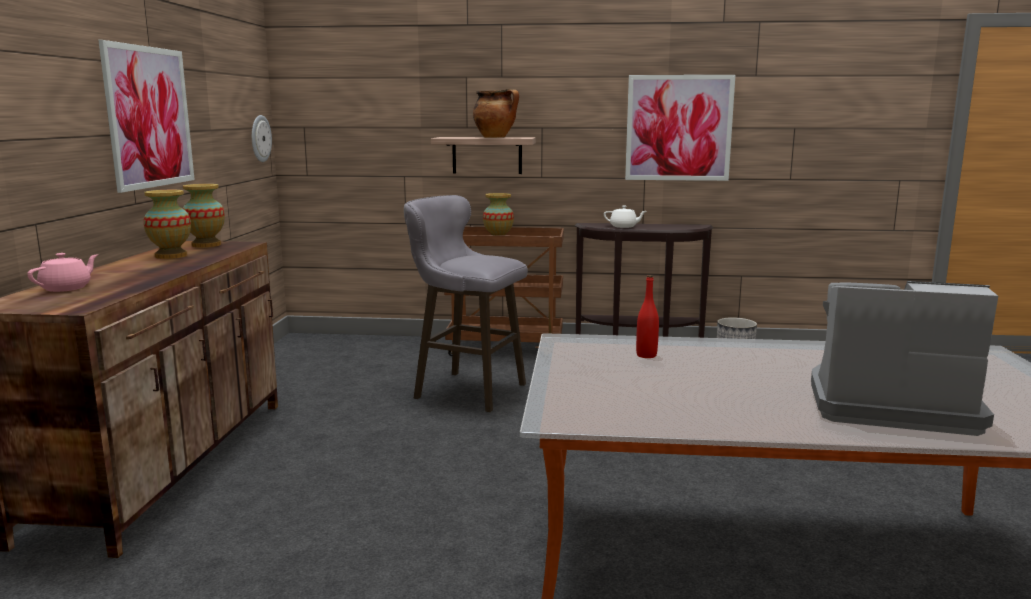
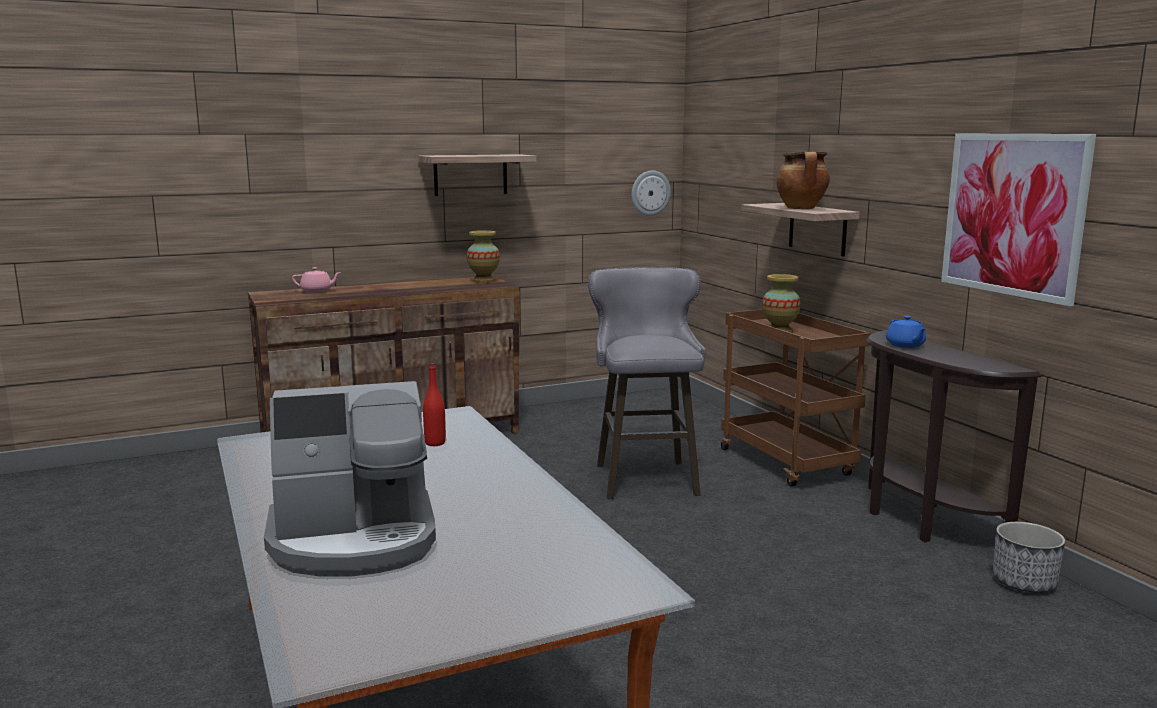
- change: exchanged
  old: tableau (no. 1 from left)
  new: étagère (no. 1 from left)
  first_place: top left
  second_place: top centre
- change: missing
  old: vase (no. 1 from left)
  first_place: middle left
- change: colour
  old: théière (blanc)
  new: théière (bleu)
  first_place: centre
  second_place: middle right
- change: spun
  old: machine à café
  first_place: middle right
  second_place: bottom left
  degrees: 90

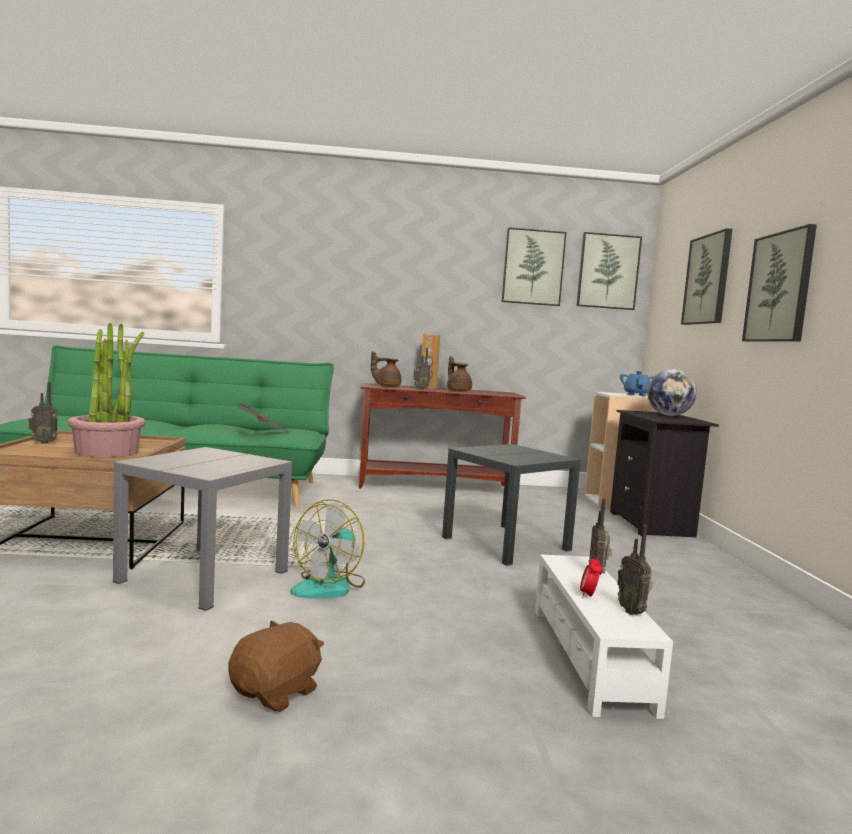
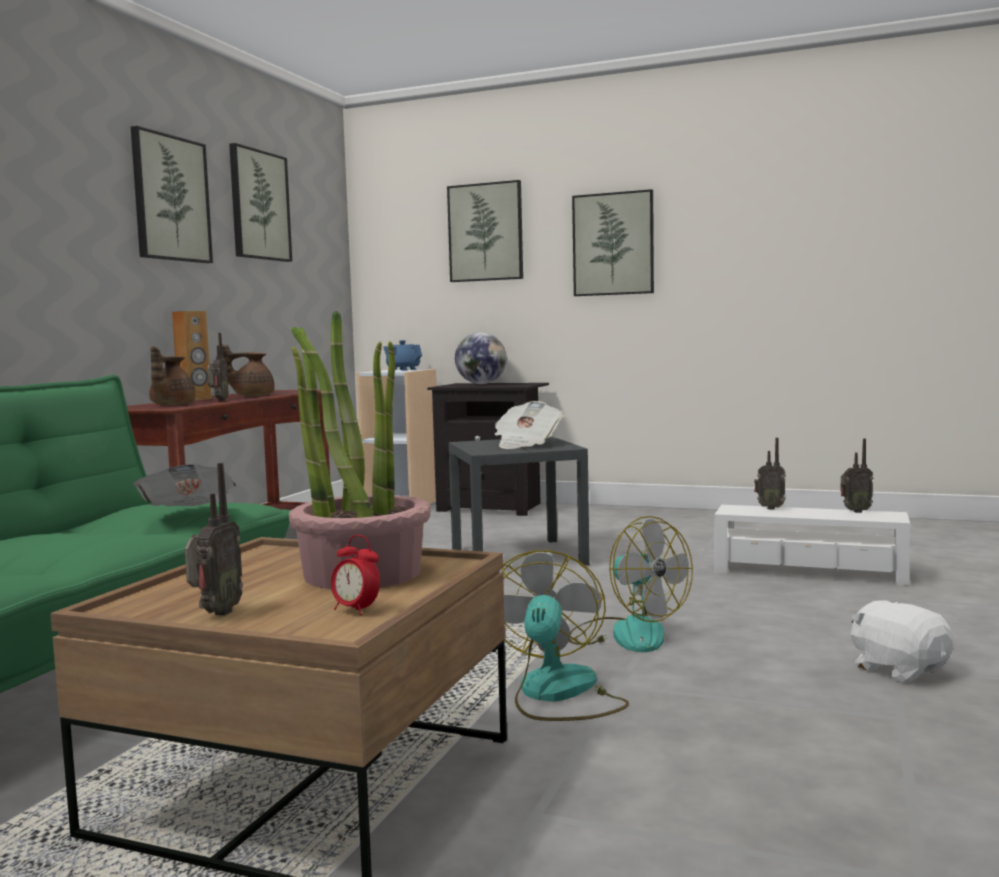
- change: relocated
  old: tableau (no. 2 from left in the first image)
  new: tableau (no. 1 from left)
  first_place: top right
  second_place: top left
- change: exchanged
  old: table d'appoint (gris) (no. 1 from left)
  new: ventilateur (no. 1 from left)
  first_place: middle left
  second_place: bottom centre
- change: relocated
  old: réveil
  first_place: bottom right
  second_place: centre
- change: colour
  old: peluche (marron)
  new: peluche (blanc)
  first_place: bottom left
  second_place: bottom right
- change: appeared
  new: journal (no. 2 from left)
  second_place: centre

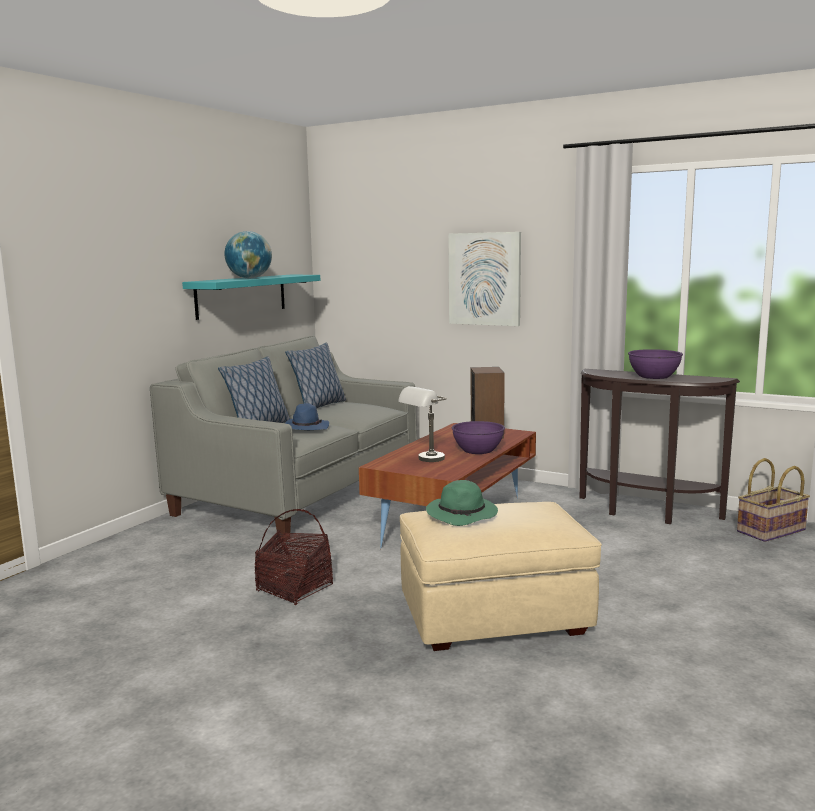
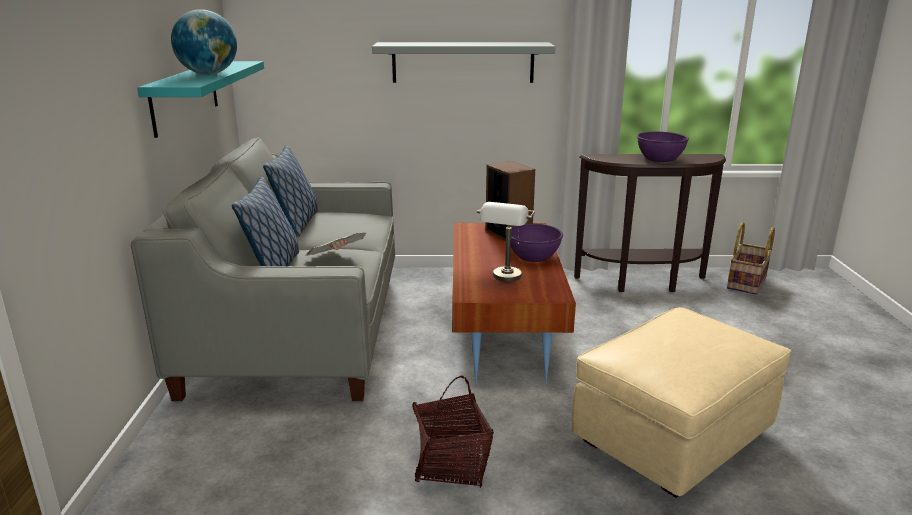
- change: exchanged
  old: tableau
  new: étagère (gris)
  first_place: centre
  second_place: top centre
- change: exchanged
  old: chapeau (bleu)
  new: journal
  first_place: centre
  second_place: centre
- change: missing
  old: chapeau (vert)
  first_place: centre

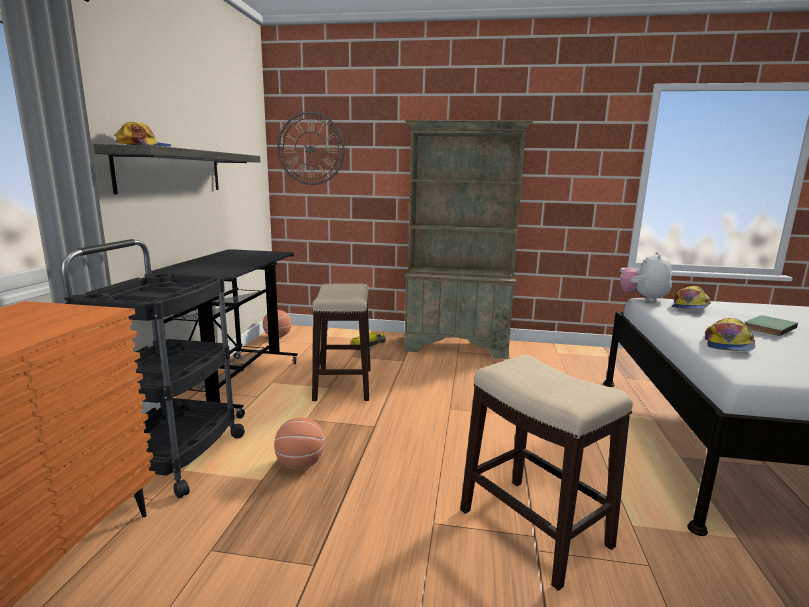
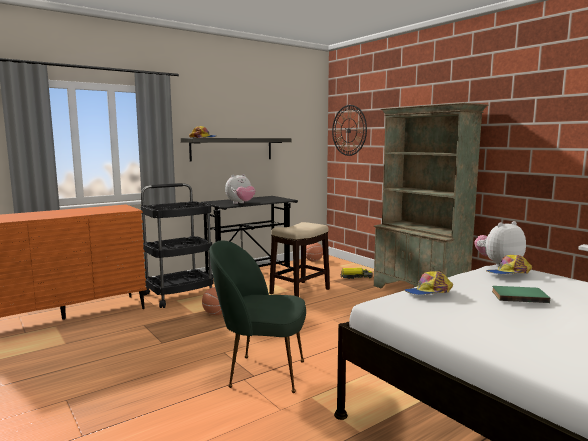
- change: exchanged
  old: tabouret (no. 2 from left)
  new: chaise (vert)
  first_place: bottom right
  second_place: bottom centre
- change: appeared
  new: peluche (no. 1 from left)
  second_place: centre

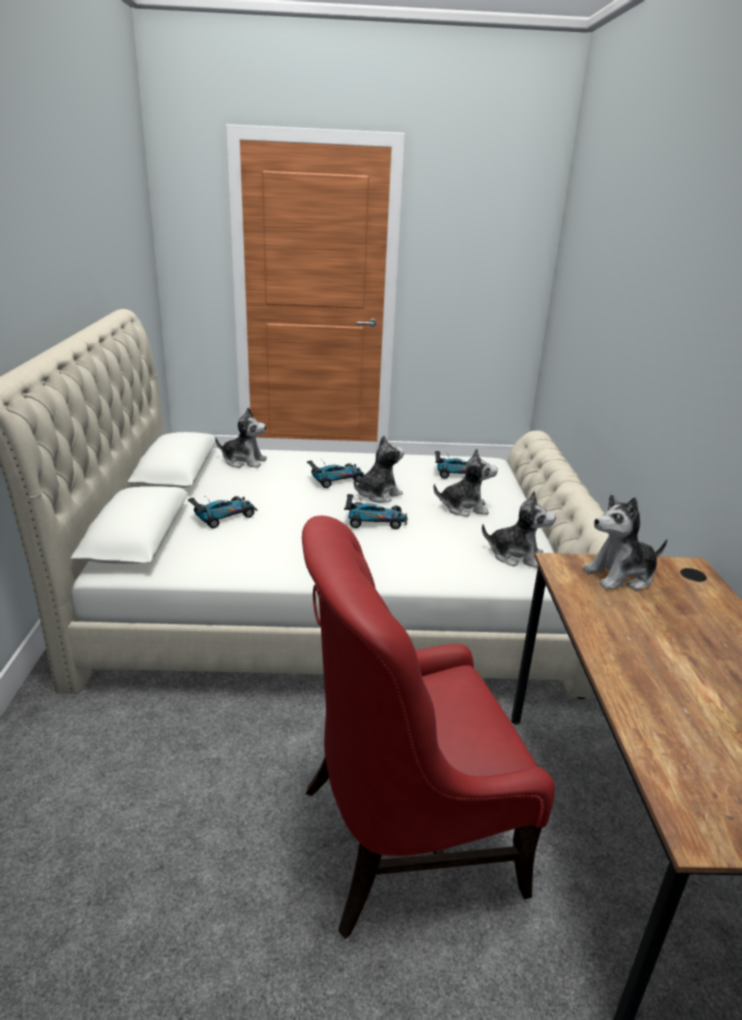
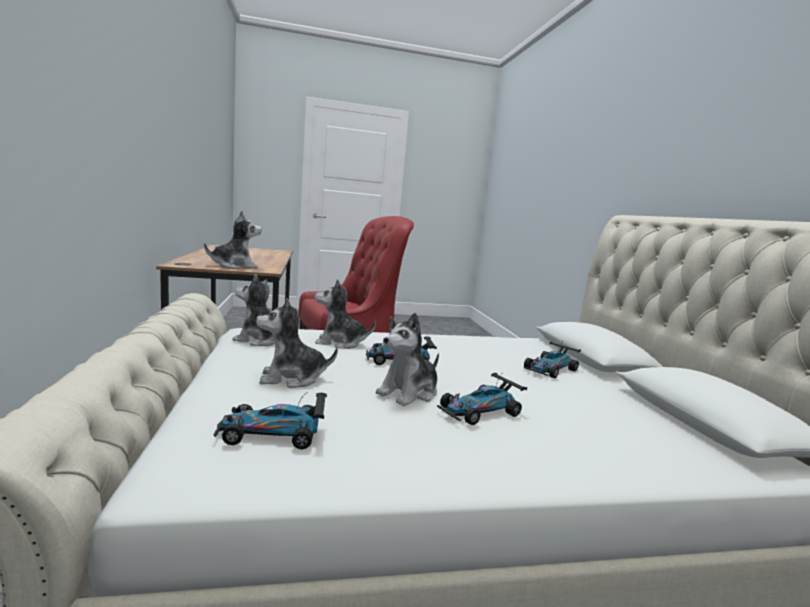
- change: relocated
  old: peluche (no. 1 from left in the first image)
  new: peluche (no. 4 from left)
  first_place: middle left
  second_place: centre

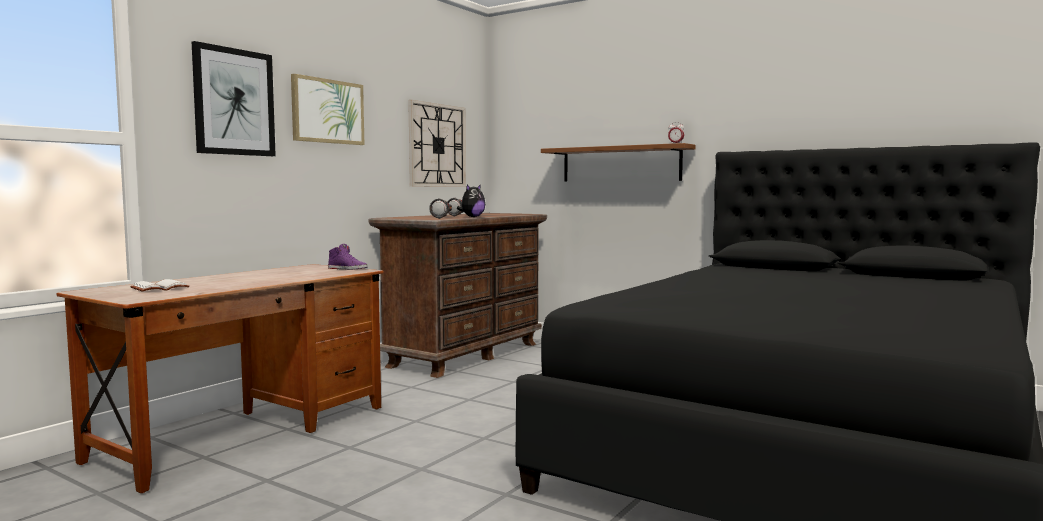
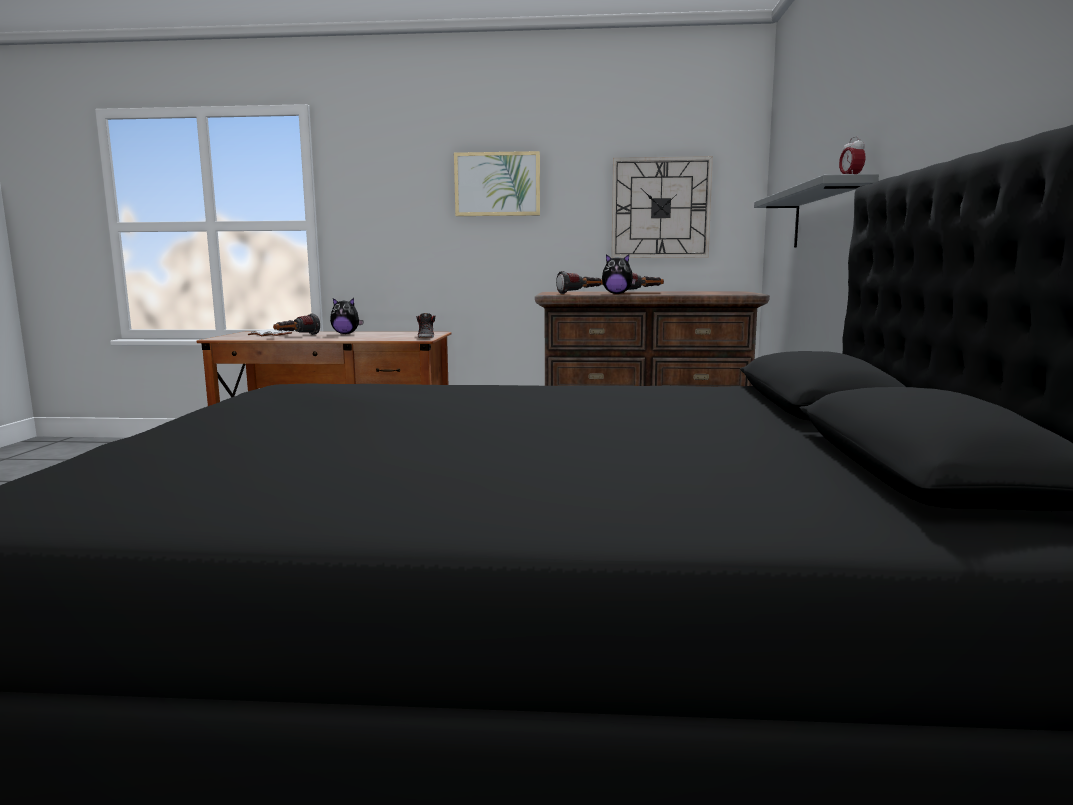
- change: missing
  old: tableau (no. 1 from left)
  first_place: top left
- change: colour
  old: étagère (marron)
  new: étagère (gris)
  first_place: top centre
  second_place: top right
- change: colour
  old: chaussure (violet)
  new: chaussure (noir)
  first_place: centre
  second_place: centre
- change: appeared
  new: peluche (no. 1 from left)
  second_place: middle left
- change: appeared
  new: lampe de poche (no. 1 from left)
  second_place: middle left

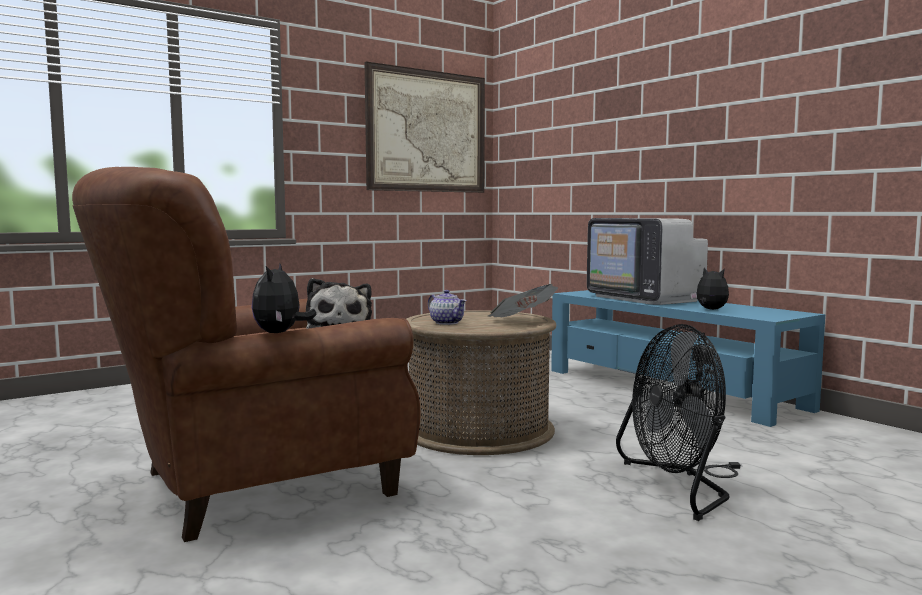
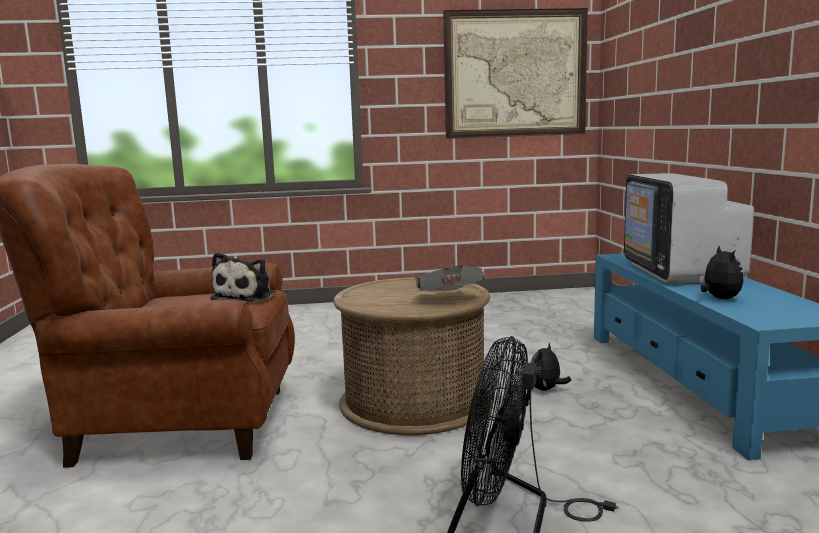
- change: relocated
  old: peluche (no. 1 from left in the first image)
  new: peluche (no. 2 from left)
  first_place: middle left
  second_place: bottom right
- change: missing
  old: théière
  first_place: centre

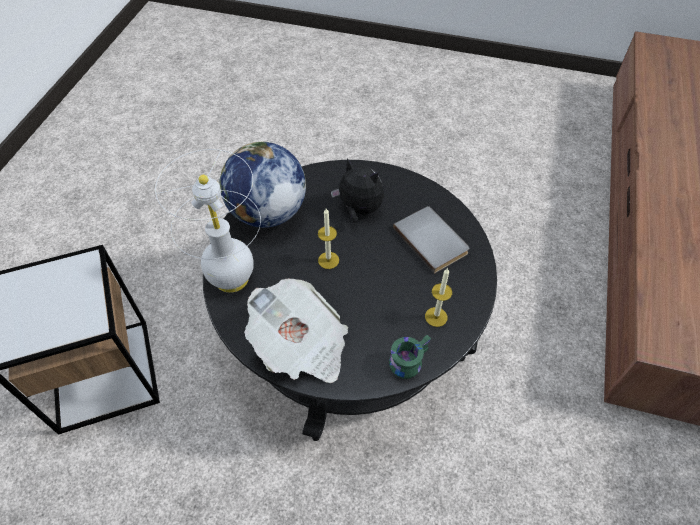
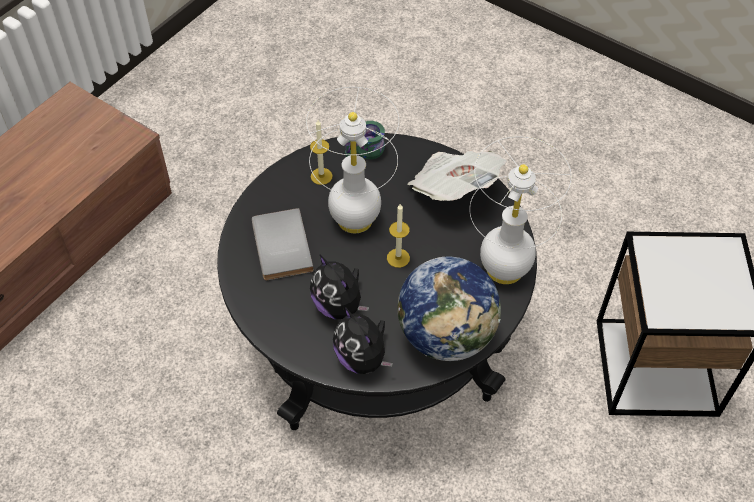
- change: appeared
  new: lampe de table (blanc) (no. 1 from left)
  second_place: top centre
- change: appeared
  new: peluche (no. 2 from left)
  second_place: bottom centre

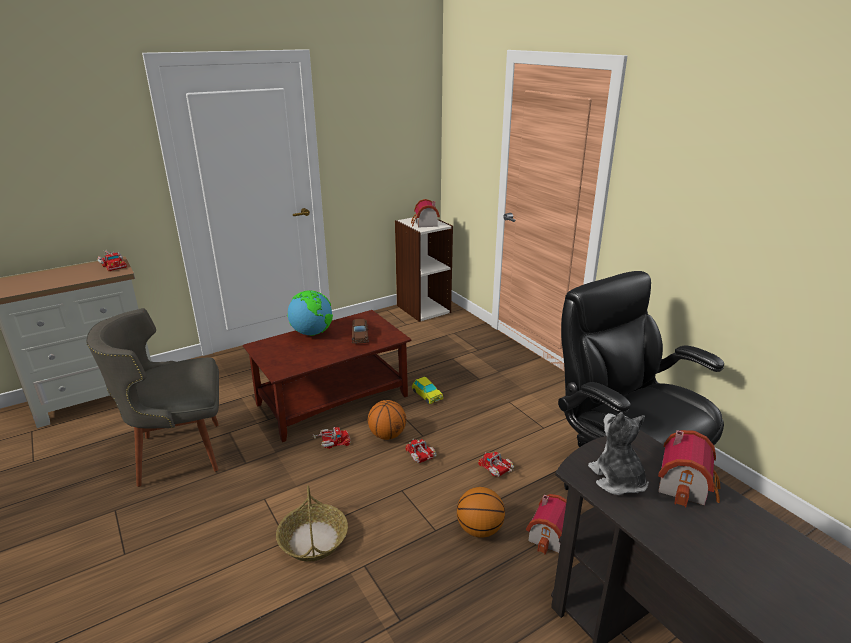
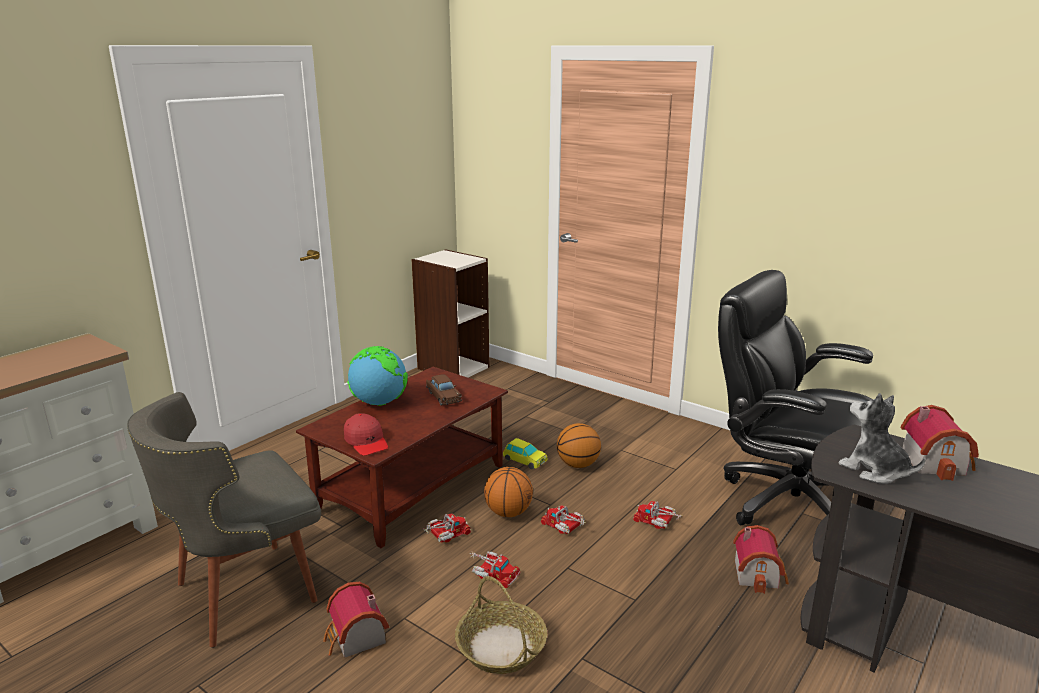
- change: relocated
  old: maison miniature (no. 1 from left)
  first_place: top centre
  second_place: bottom centre
- change: relocated
  old: camion jouet (no. 1 from left in the first image)
  new: camion jouet (no. 2 from left)
  first_place: middle left
  second_place: bottom centre
- change: relocated
  old: ballon de basket (no. 2 from left)
  first_place: bottom centre
  second_place: centre
- change: appeared
  new: casquette (rouge)
  second_place: centre

